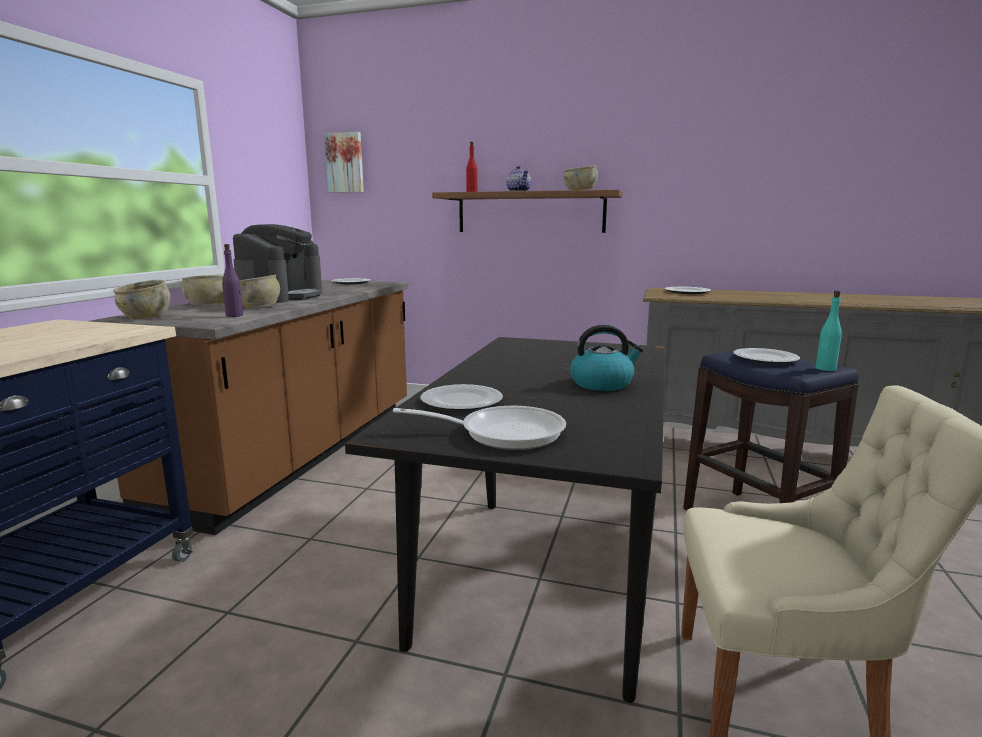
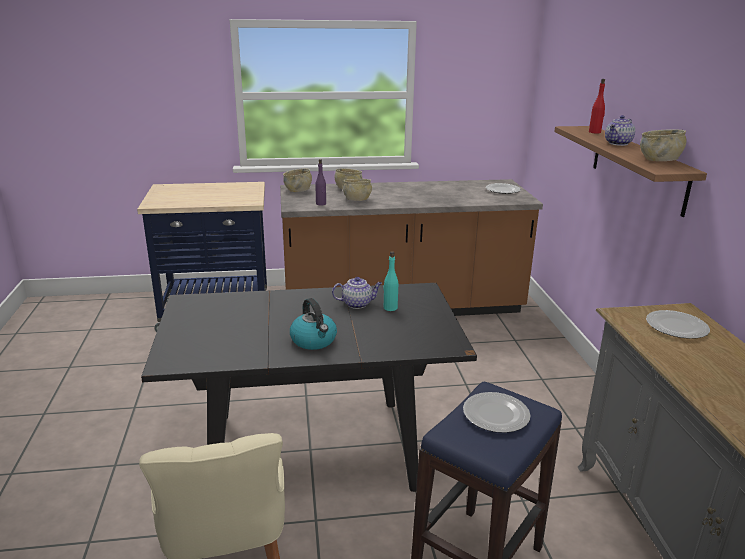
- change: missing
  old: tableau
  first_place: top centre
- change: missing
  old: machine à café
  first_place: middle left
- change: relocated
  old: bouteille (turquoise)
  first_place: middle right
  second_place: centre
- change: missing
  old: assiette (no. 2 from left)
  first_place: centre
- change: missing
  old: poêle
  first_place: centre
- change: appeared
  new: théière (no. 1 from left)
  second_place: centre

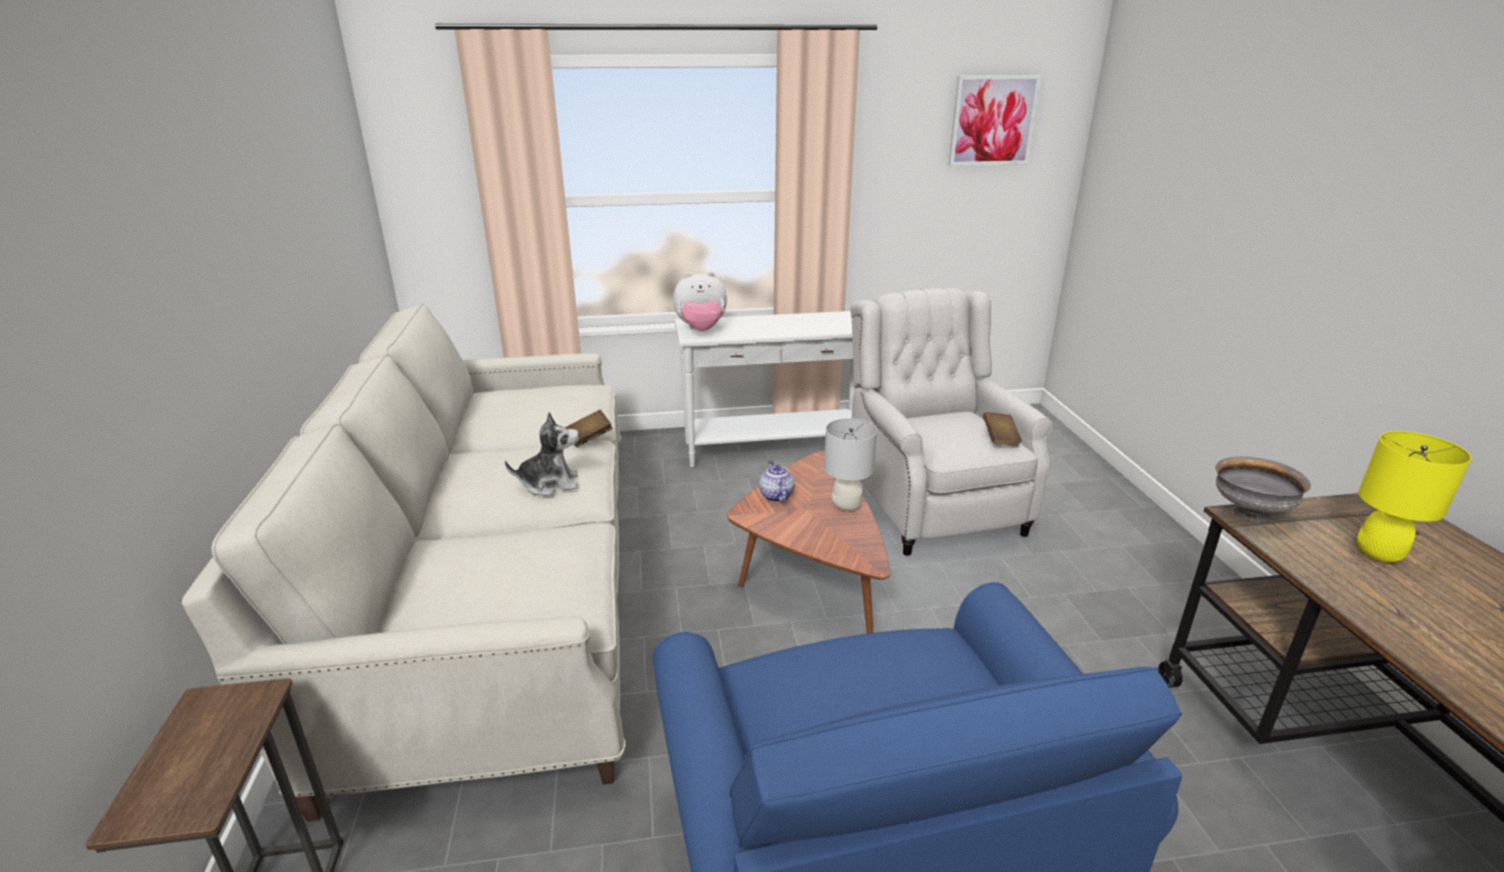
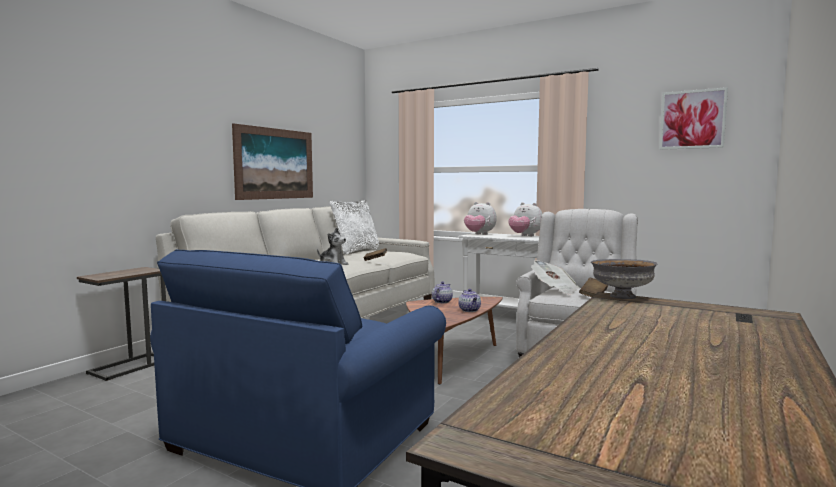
- change: exchanged
  old: lampe de table (gris)
  new: théière (no. 2 from left)
  first_place: centre
  second_place: centre
- change: missing
  old: lampe de table (jaune)
  first_place: middle right
- change: appeared
  new: tableau (no. 1 from left)
  second_place: top left
- change: appeared
  new: coussin (blanc)
  second_place: centre
- change: appeared
  new: peluche (no. 3 from left)
  second_place: centre
- change: appeared
  new: journal
  second_place: centre

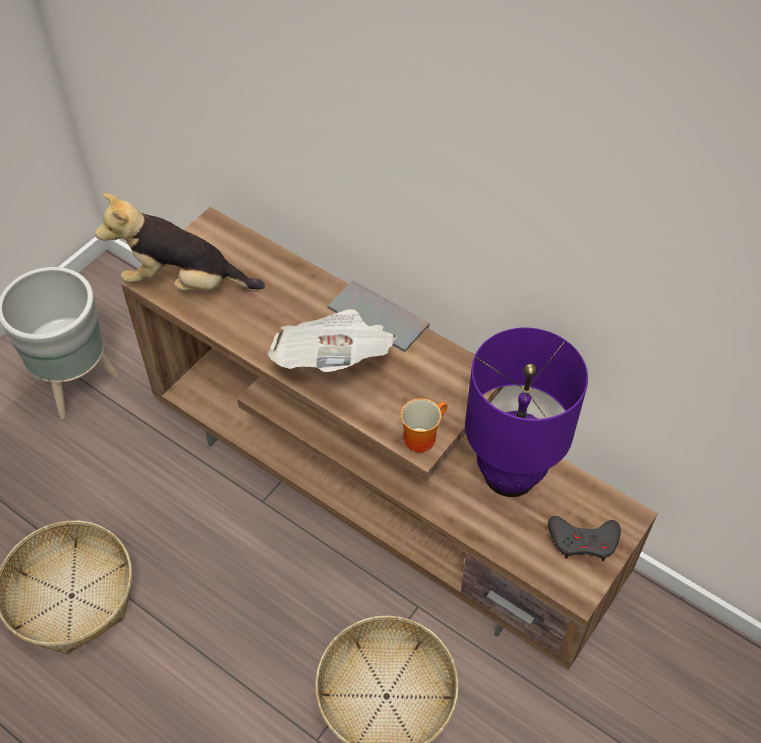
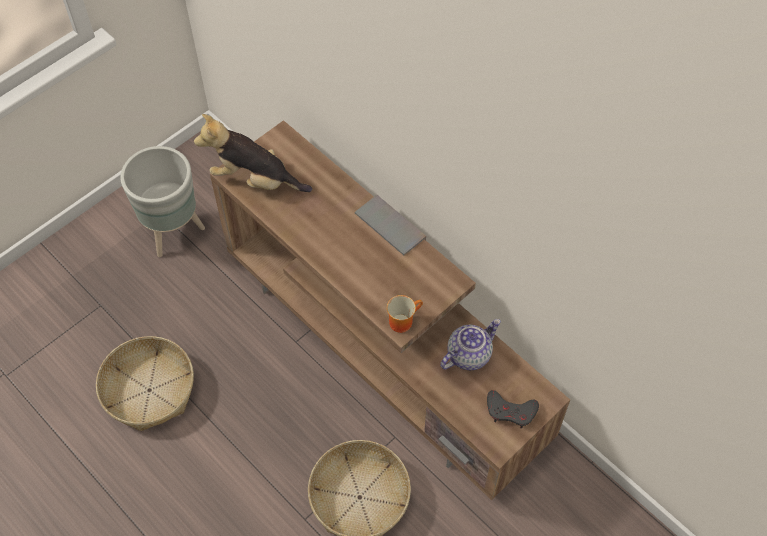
- change: missing
  old: journal
  first_place: centre
- change: exchanged
  old: lampe de table (violet)
  new: théière
  first_place: middle right
  second_place: centre

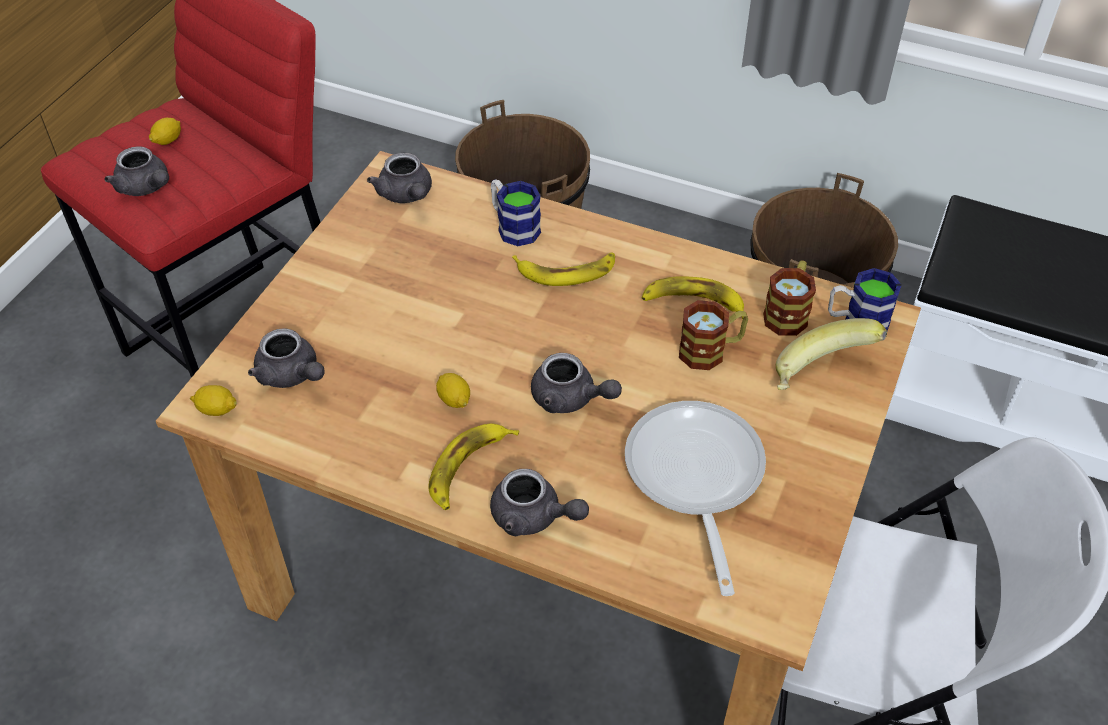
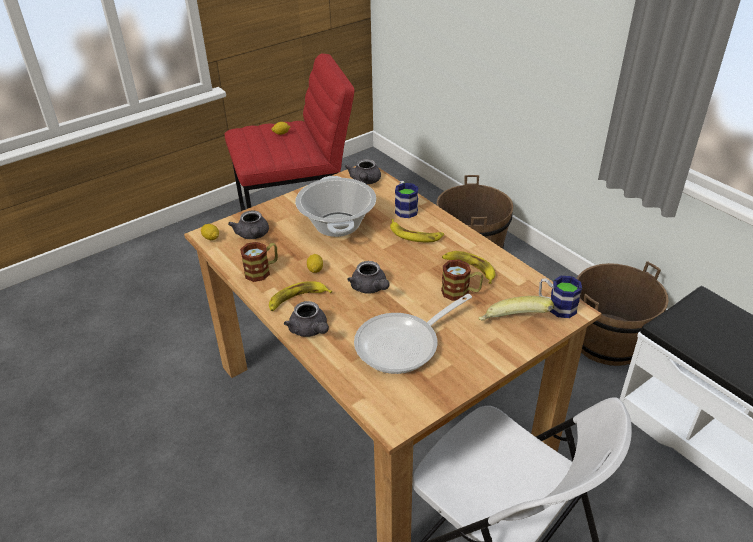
- change: missing
  old: théière (gris) (no. 1 from left)
  first_place: top left
- change: relocated
  old: mug (no. 3 from left in the first image)
  new: mug (no. 1 from left)
  first_place: middle right
  second_place: centre
- change: spun
  old: poêle
  first_place: bottom centre
  second_place: centre
  degrees: -150
- change: appeared
  new: marmite
  second_place: centre

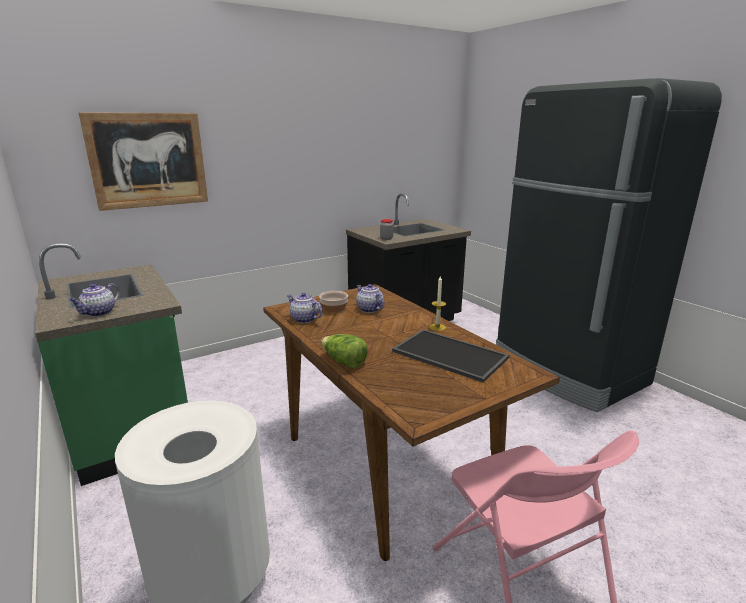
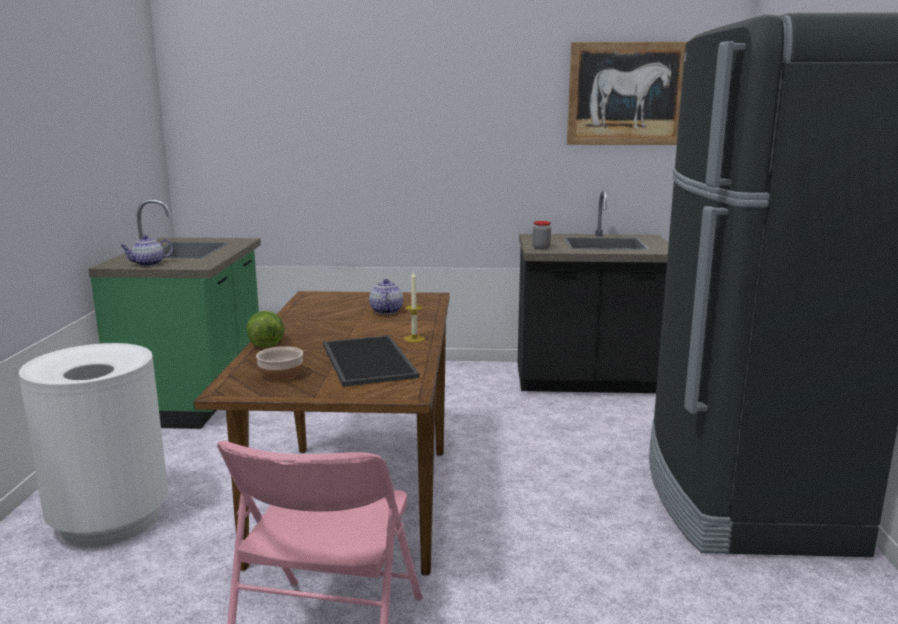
- change: relocated
  old: tableau
  first_place: top left
  second_place: top right
- change: relocated
  old: bol
  first_place: centre
  second_place: middle left
- change: missing
  old: théière (no. 2 from left)
  first_place: centre

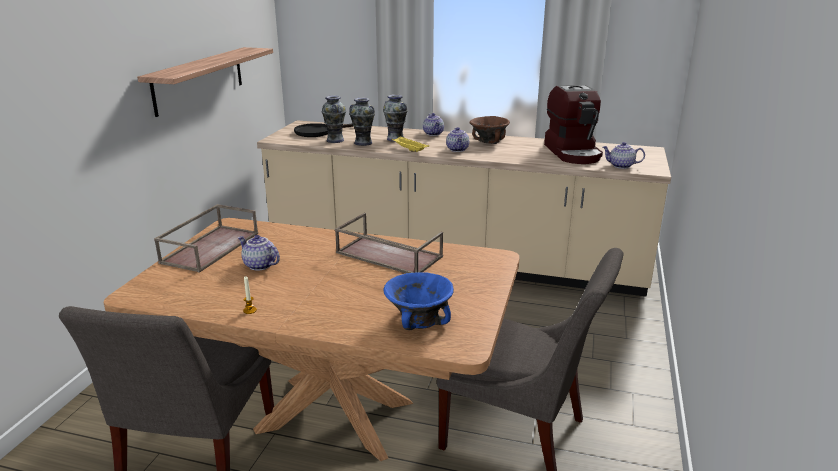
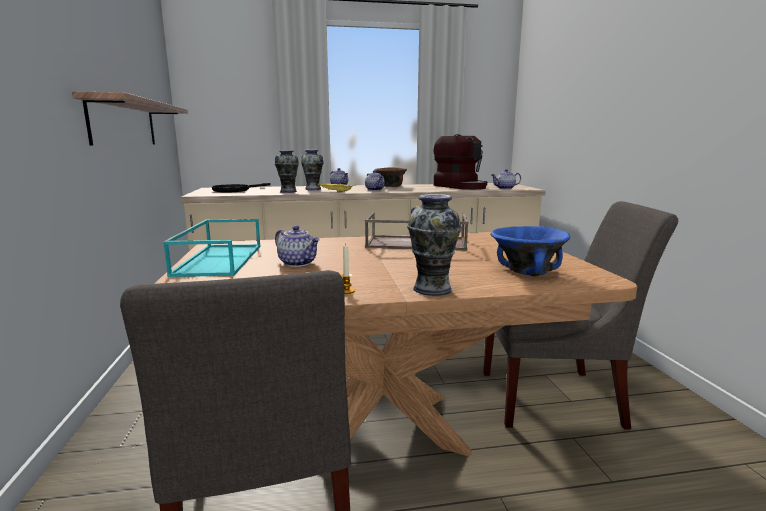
- change: relocated
  old: vase (no. 1 from left in the first image)
  new: vase (no. 3 from left)
  first_place: top centre
  second_place: centre
- change: colour
  old: plateau (marron) (no. 1 from left)
  new: plateau (turquoise)
  first_place: middle left
  second_place: middle left
- change: spun
  old: théière (no. 1 from left)
  first_place: middle left
  second_place: centre
  degrees: -150

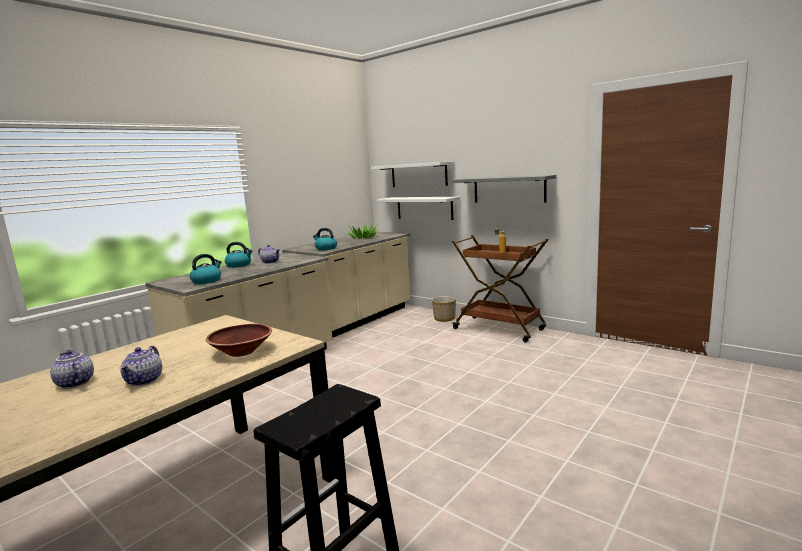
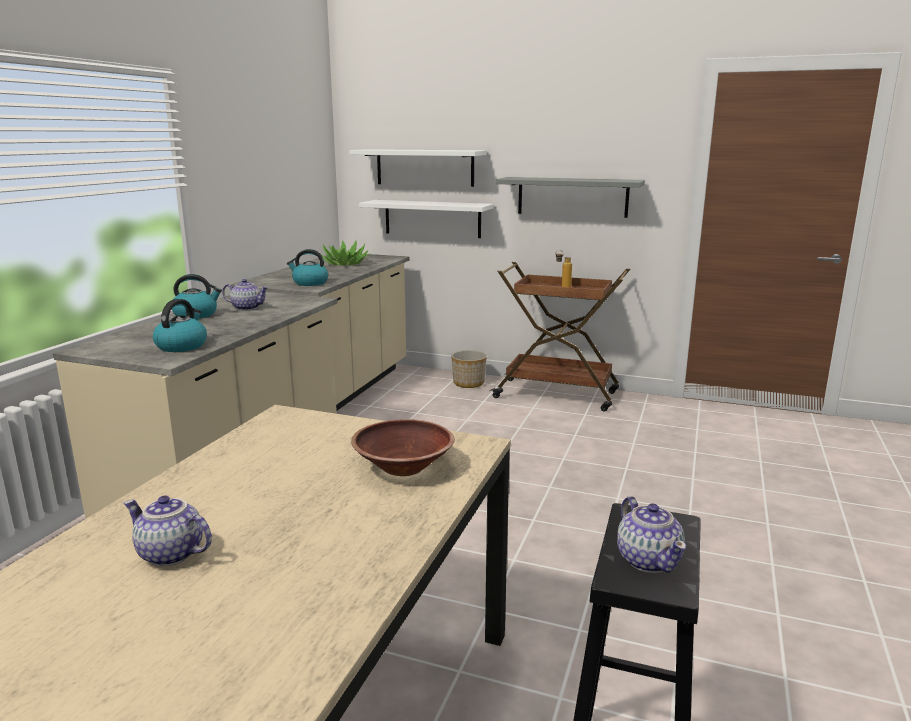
- change: relocated
  old: théière (no. 2 from left in the first image)
  new: théière (no. 3 from left)
  first_place: middle left
  second_place: bottom right

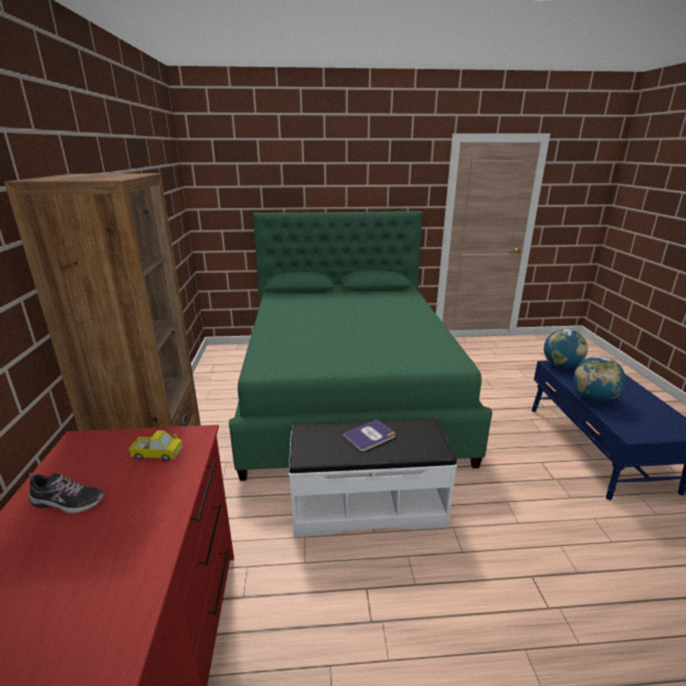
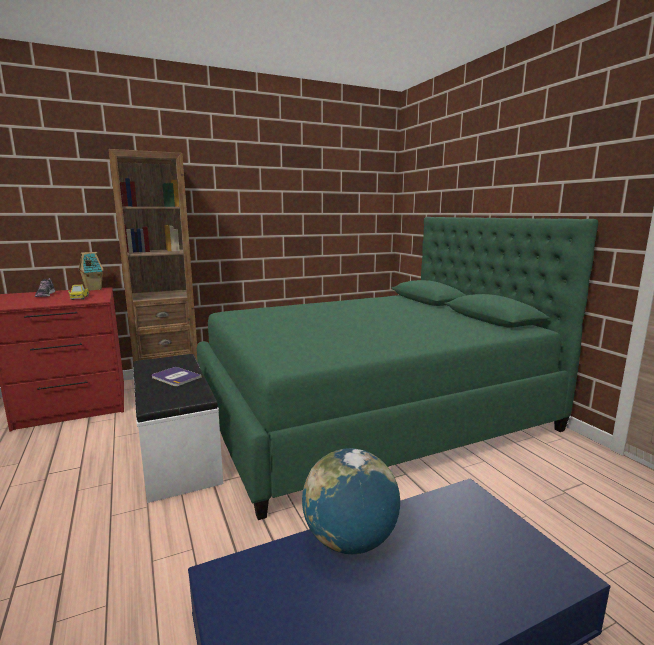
- change: missing
  old: globe (no. 1 from left)
  first_place: middle right
- change: appeared
  new: maison miniature
  second_place: middle left

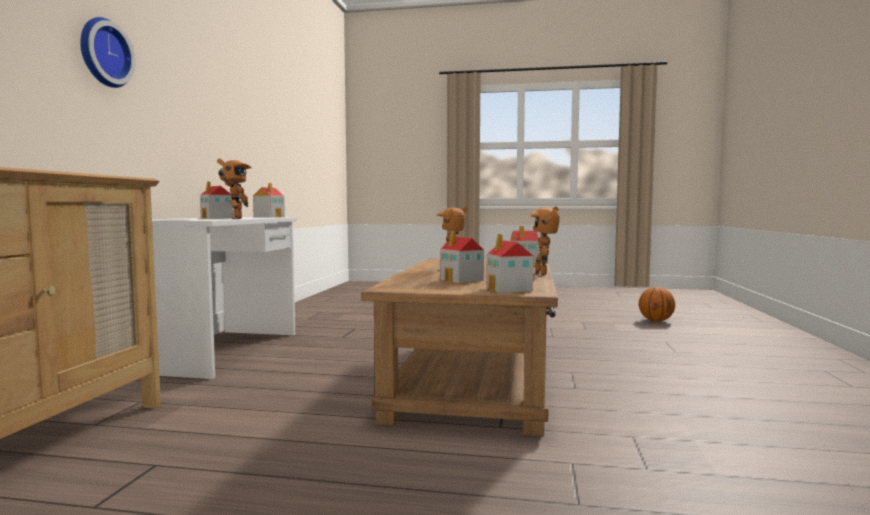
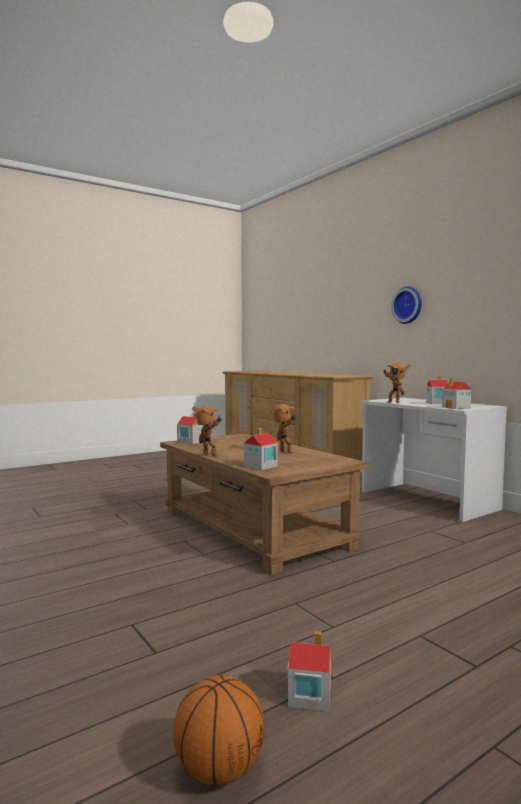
- change: relocated
  old: maison miniature (no. 3 from left)
  first_place: centre
  second_place: bottom centre

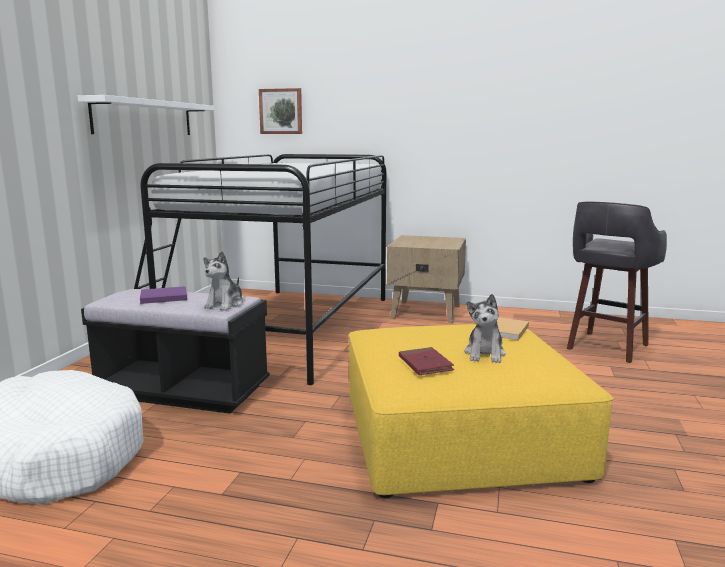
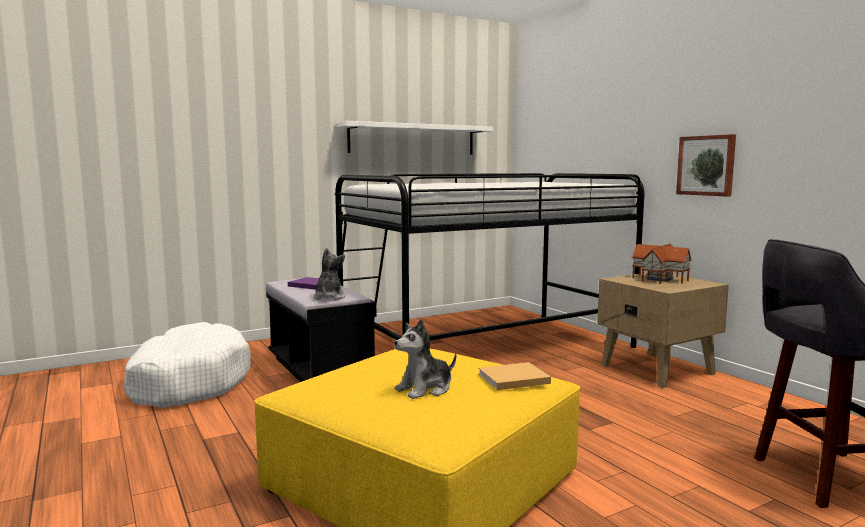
- change: relocated
  old: tableau
  first_place: top centre
  second_place: top right
- change: spun
  old: peluche (no. 1 from left)
  first_place: middle left
  second_place: centre
  degrees: 120
- change: missing
  old: livre (rouge)
  first_place: centre
- change: appeared
  new: maison miniature
  second_place: middle right

